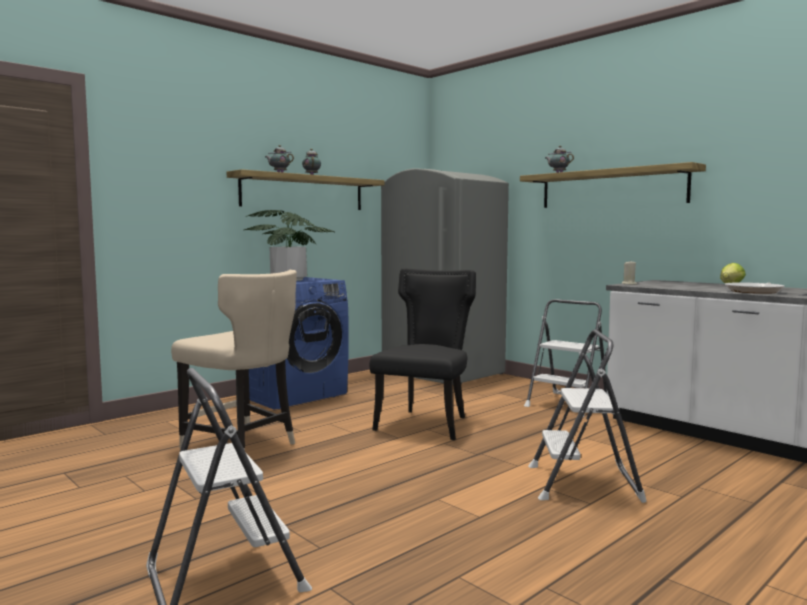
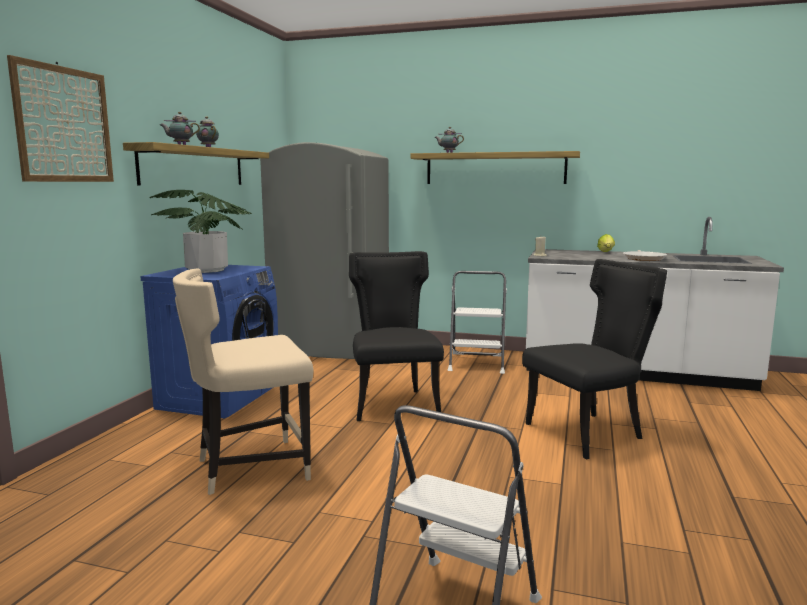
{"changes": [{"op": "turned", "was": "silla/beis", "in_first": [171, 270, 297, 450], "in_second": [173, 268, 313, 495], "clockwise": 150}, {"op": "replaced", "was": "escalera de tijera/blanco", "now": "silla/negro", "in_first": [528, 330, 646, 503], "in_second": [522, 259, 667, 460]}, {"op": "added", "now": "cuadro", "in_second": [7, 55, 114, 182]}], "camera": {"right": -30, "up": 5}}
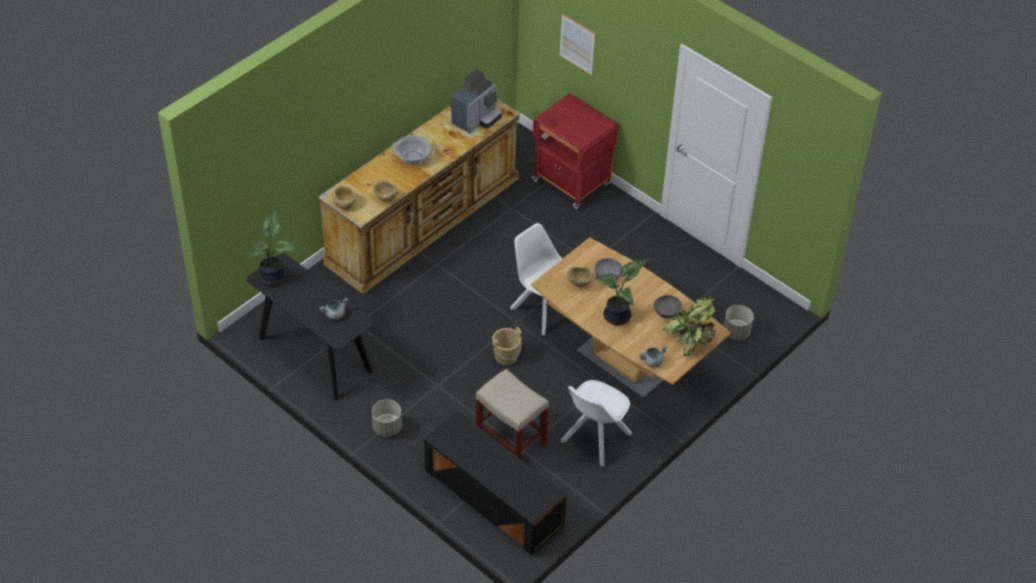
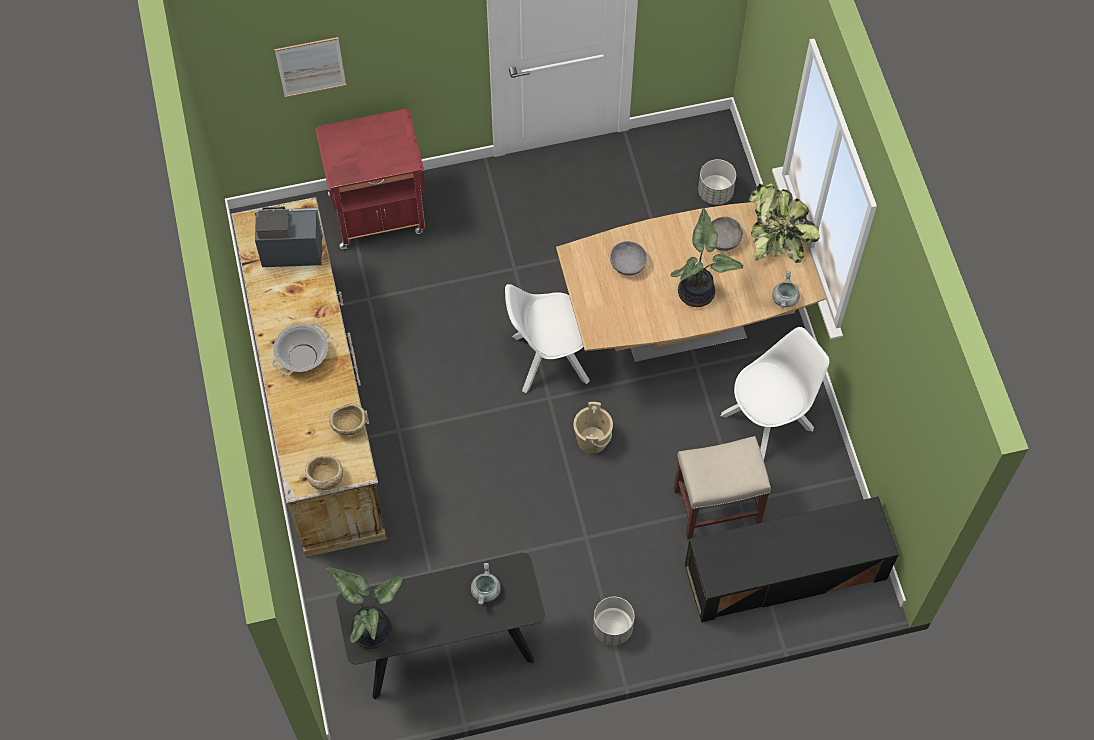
{"changes": [{"op": "turned", "was": "cafetera", "in_first": [451, 69, 502, 134], "in_second": [255, 206, 323, 267], "clockwise": -75}, {"op": "turned", "was": "silla/blanco", "in_first": [561, 380, 632, 466], "in_second": [721, 327, 829, 460], "clockwise": -105}, {"op": "removed", "was": "cuenco/beis", "in_first": [567, 266, 593, 287]}], "camera": {"right": -55, "up": 15}}
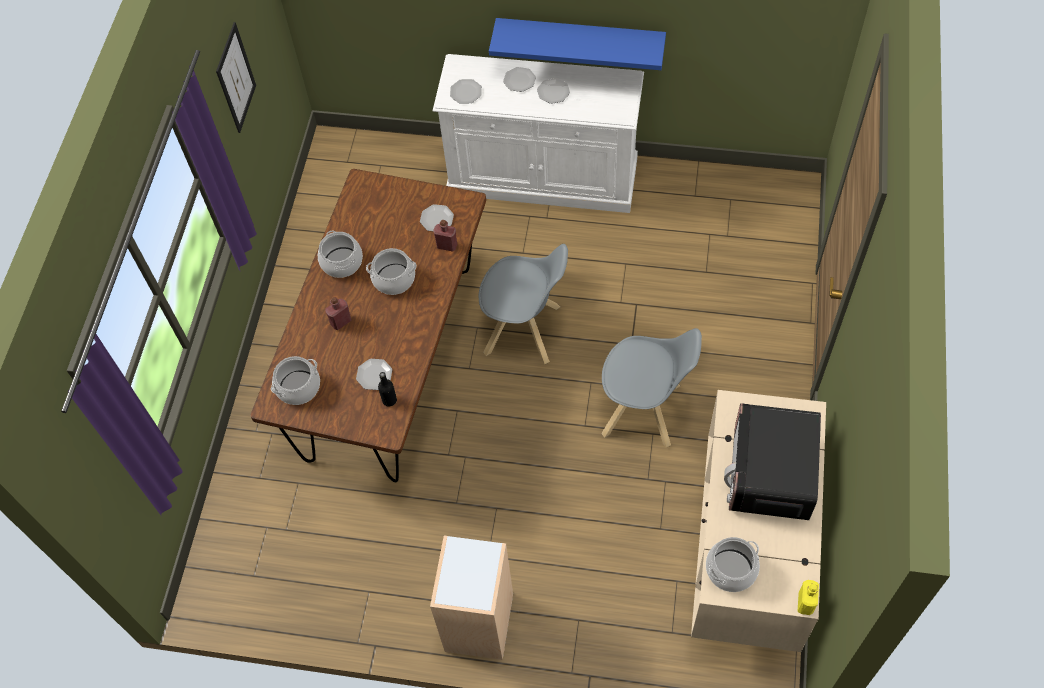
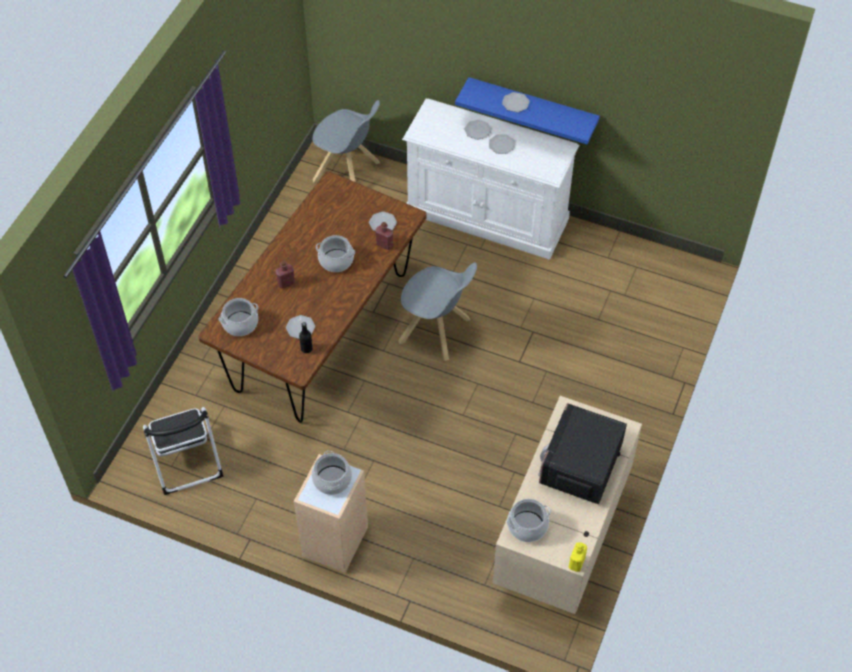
{"changes": [{"op": "removed", "was": "cuadro", "in_first": [216, 22, 256, 133]}, {"op": "moved", "was": "olla", "in_first": [318, 231, 363, 278], "in_second": [312, 451, 352, 495]}, {"op": "moved", "was": "plato", "in_first": [450, 79, 482, 104], "in_second": [502, 92, 530, 112]}, {"op": "moved", "was": "silla/gris", "in_first": [601, 328, 702, 448], "in_second": [312, 100, 380, 183]}, {"op": "added", "now": "escalera de tijera", "in_second": [143, 407, 223, 495]}], "camera": {"right": 10, "up": -5}}
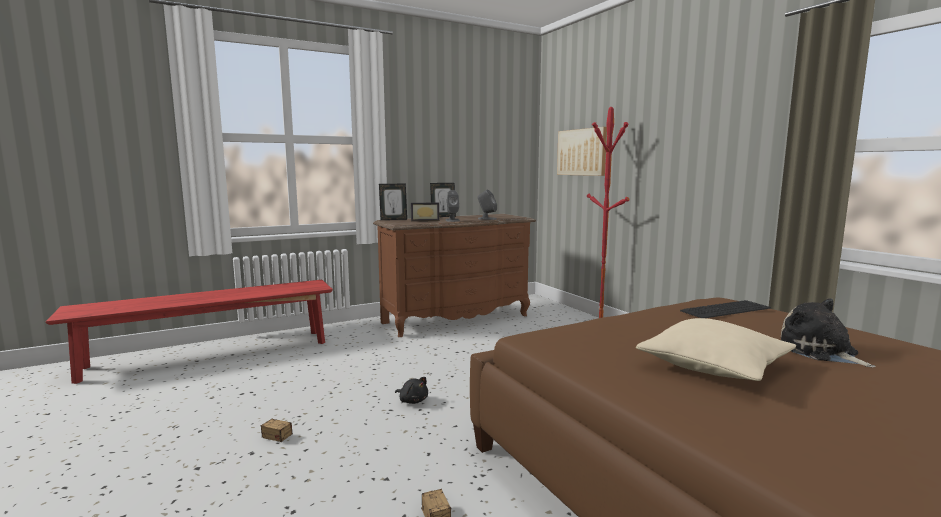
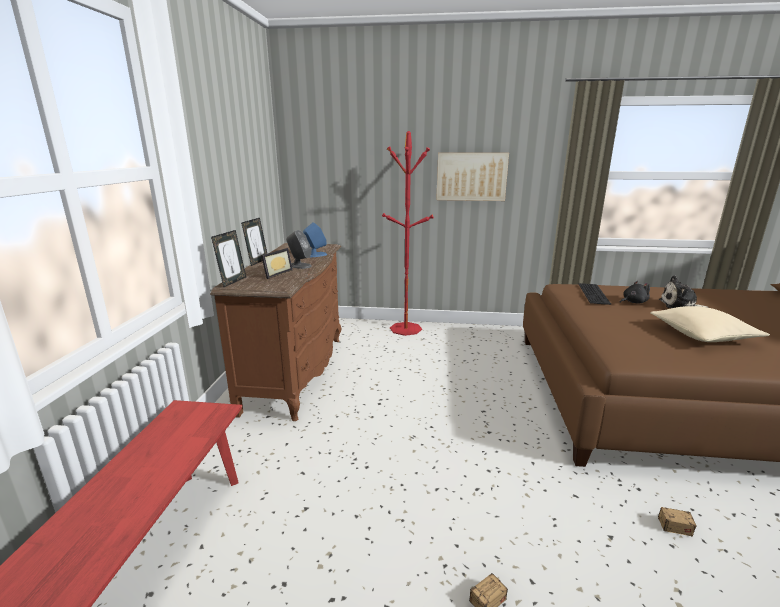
{"changes": [{"op": "moved", "was": "peluche/negro", "in_first": [395, 377, 428, 404], "in_second": [620, 281, 650, 303]}, {"op": "recoloured", "was": "altavoz/gris", "now": "altavoz/azul", "in_first": [478, 190, 497, 220], "in_second": [303, 222, 327, 257]}, {"op": "moved", "was": "cuadro", "in_first": [557, 127, 607, 176], "in_second": [436, 153, 509, 201]}], "camera": {"right": -55, "up": 10}}
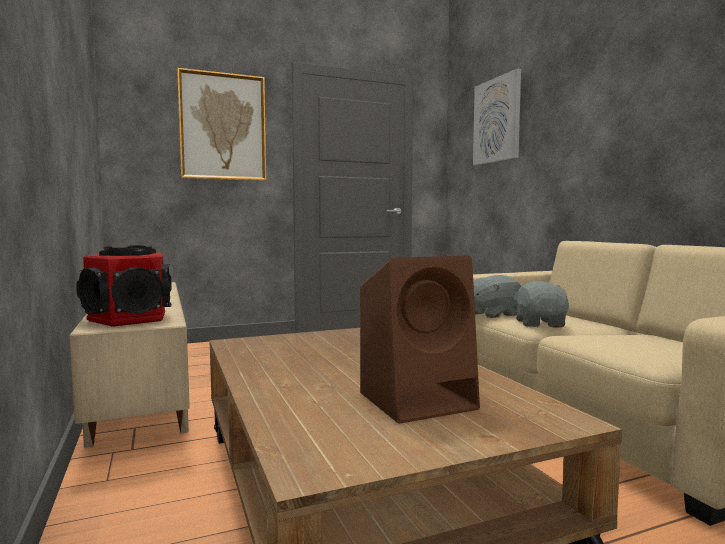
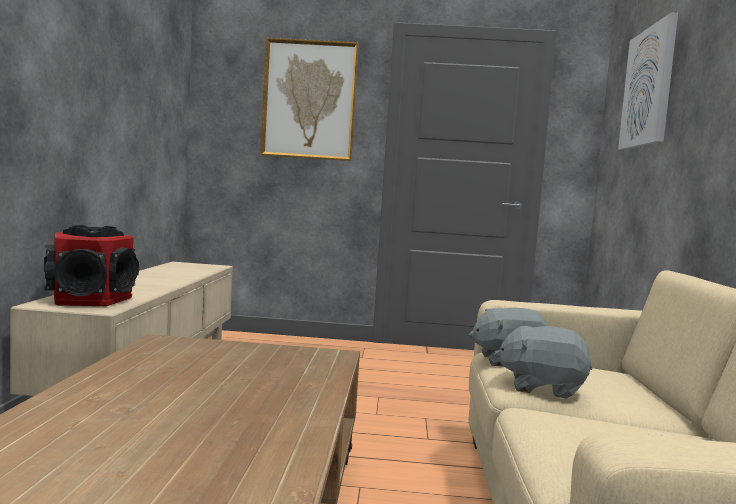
{"changes": [{"op": "removed", "was": "altavoz/marrón", "in_first": [360, 255, 480, 424]}, {"op": "turned", "was": "peluche/gris", "in_first": [512, 281, 569, 328], "in_second": [494, 326, 592, 399], "clockwise": -105}], "camera": {"right": 25, "up": 0}}
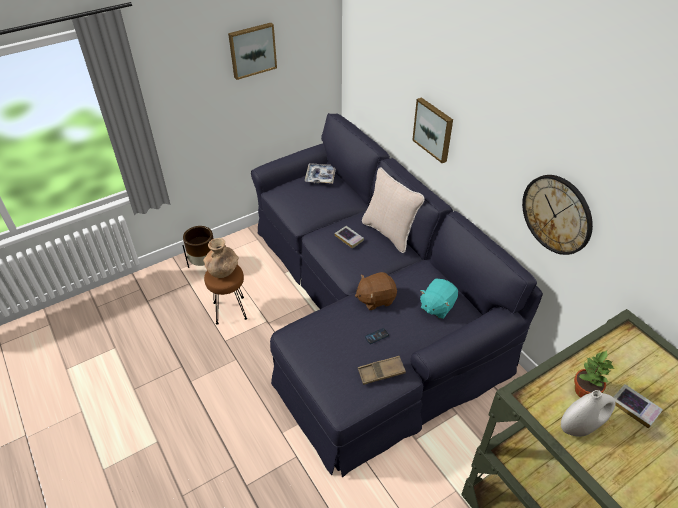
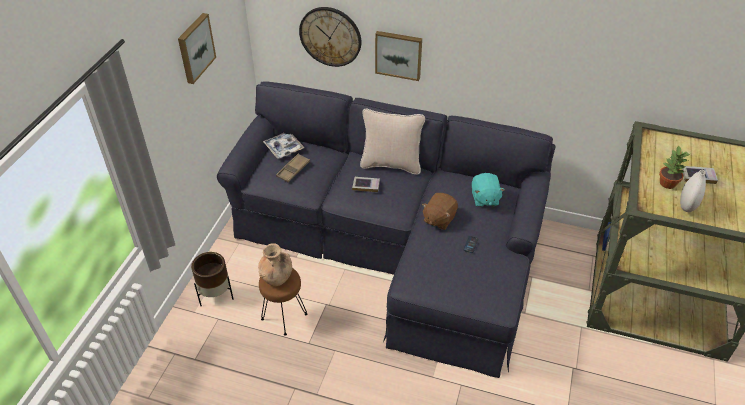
{"changes": [{"op": "moved", "was": "bandeja/marrón", "in_first": [358, 356, 406, 385], "in_second": [276, 154, 310, 182]}, {"op": "moved", "was": "reloj de pared", "in_first": [522, 175, 593, 255], "in_second": [299, 7, 361, 67]}], "camera": {"right": -40, "up": 0}}
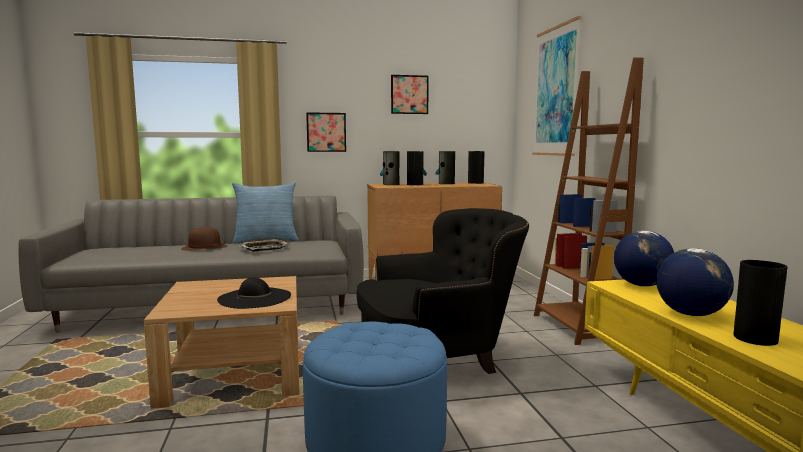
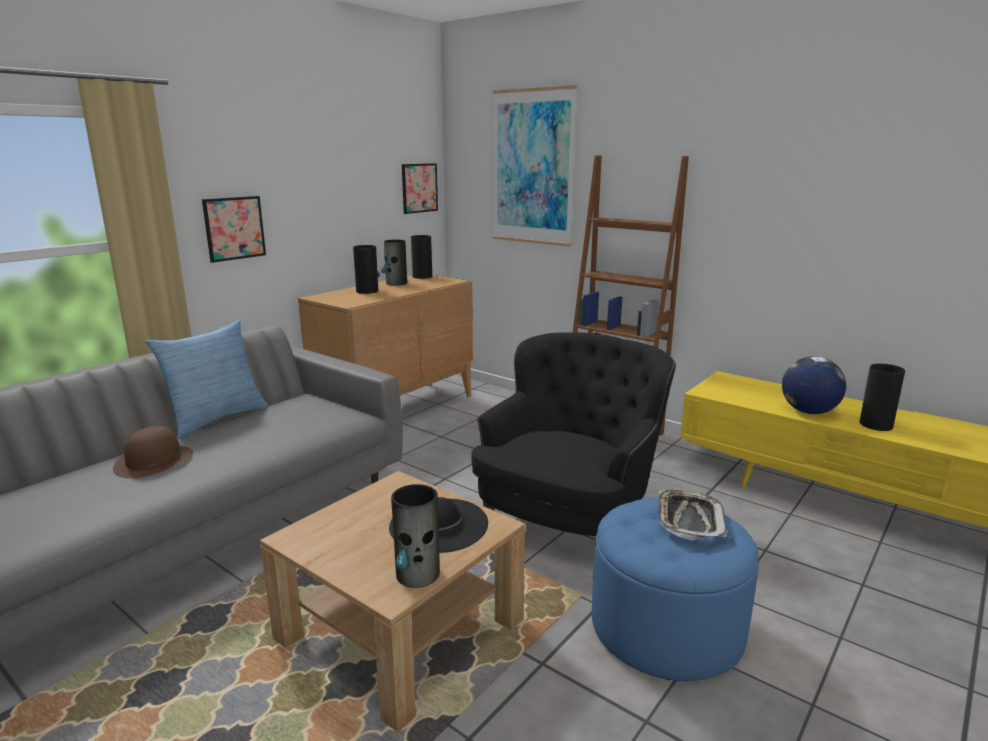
{"changes": [{"op": "moved", "was": "bandeja", "in_first": [238, 239, 289, 252], "in_second": [659, 490, 728, 541]}, {"op": "moved", "was": "florero", "in_first": [380, 151, 399, 185], "in_second": [391, 484, 440, 588]}, {"op": "moved", "was": "cuadro", "in_first": [391, 75, 429, 114], "in_second": [402, 163, 438, 214]}, {"op": "removed", "was": "globo terráqueo", "in_first": [614, 231, 674, 287]}], "camera": {"right": -40, "up": 10}}
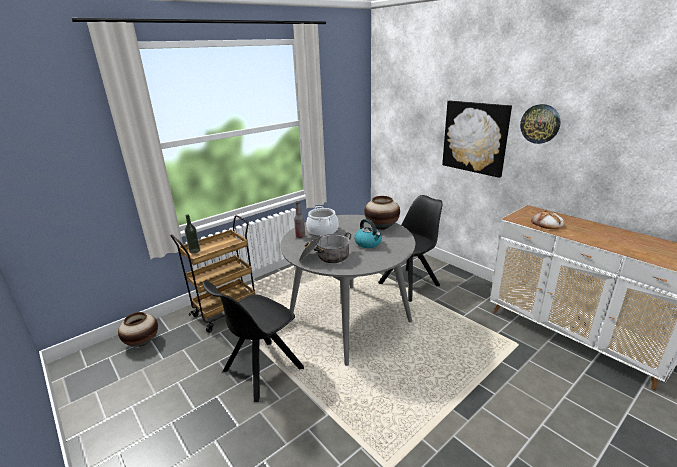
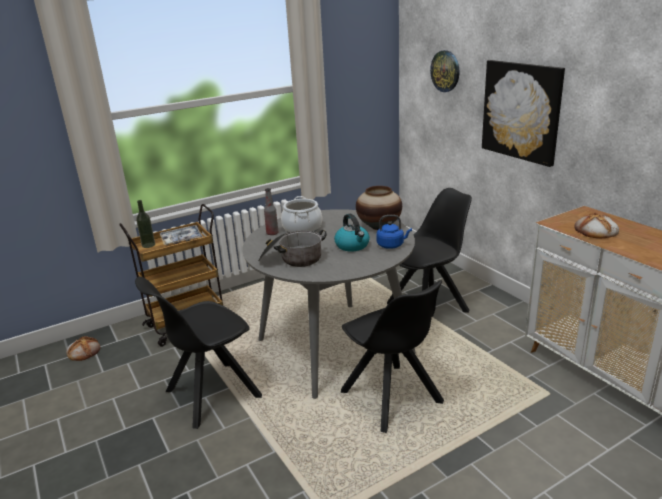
{"changes": [{"op": "replaced", "was": "florero", "now": "pan", "in_first": [118, 312, 158, 347], "in_second": [66, 336, 100, 361]}, {"op": "moved", "was": "reloj de pared", "in_first": [520, 104, 560, 144], "in_second": [430, 50, 459, 92]}, {"op": "added", "now": "bandeja", "in_second": [160, 225, 203, 245]}, {"op": "added", "now": "silla/negro", "in_second": [341, 280, 444, 433]}, {"op": "added", "now": "hervidor/azul", "in_second": [376, 215, 412, 249]}], "camera": {"right": 10, "up": 0}}
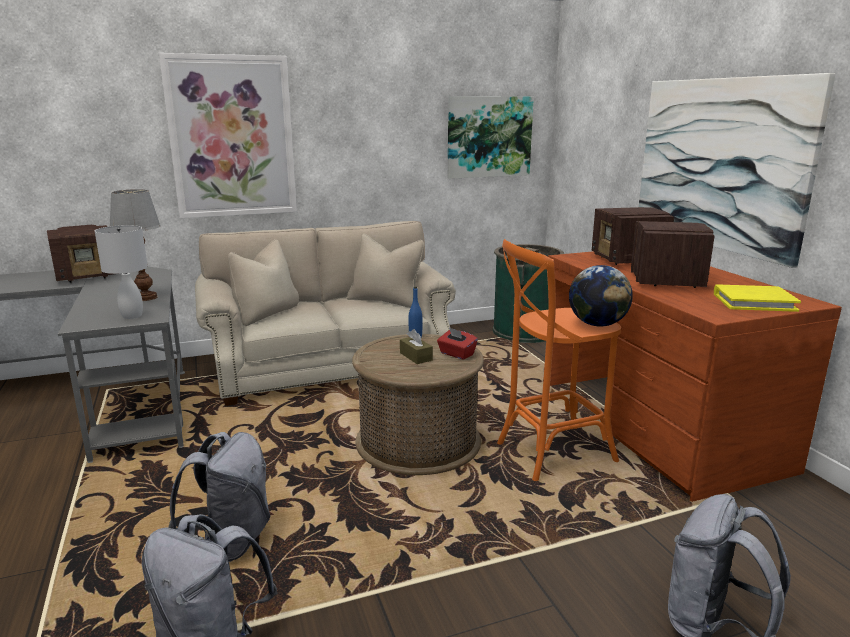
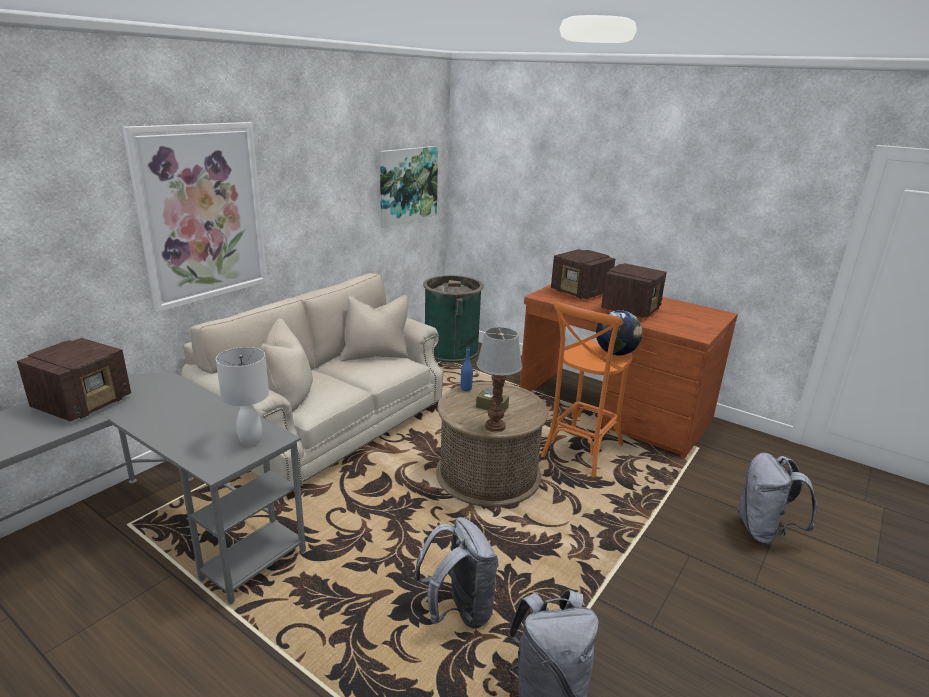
{"changes": [{"op": "moved", "was": "lámpara de mesa", "in_first": [110, 189, 161, 301], "in_second": [476, 327, 522, 432]}, {"op": "removed", "was": "caja de pañuelos/rojo", "in_first": [437, 327, 478, 360]}, {"op": "turned", "was": "radio", "in_first": [631, 221, 715, 288], "in_second": [601, 263, 667, 318], "clockwise": 60}, {"op": "removed", "was": "cuadro", "in_first": [639, 73, 836, 268]}, {"op": "removed", "was": "libro/amarillo", "in_first": [714, 284, 801, 312]}], "camera": {"right": -35, "up": 5}}
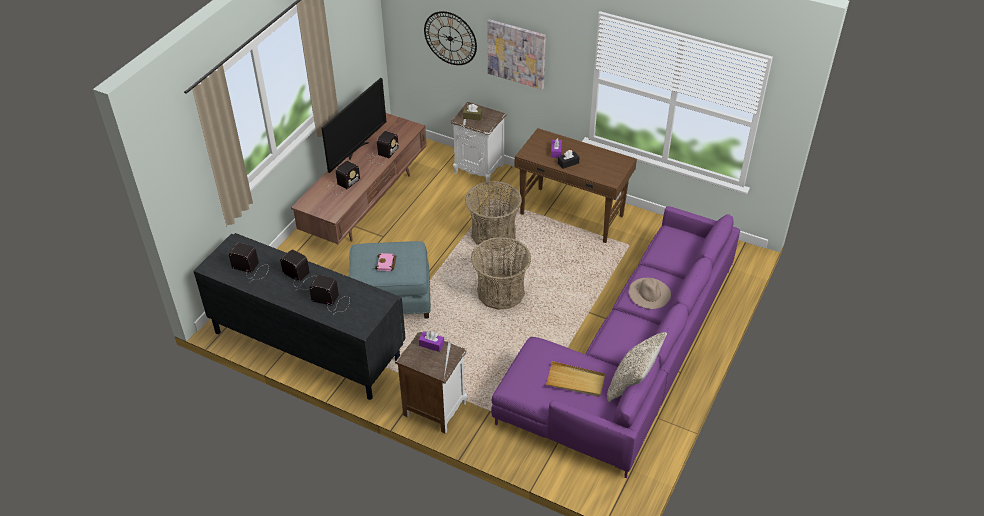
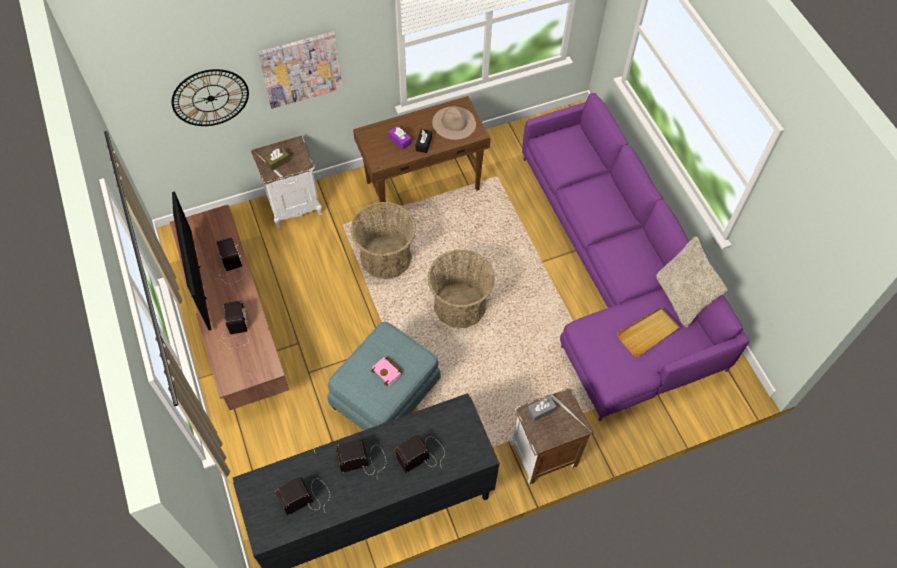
{"changes": [{"op": "recoloured", "was": "caja de pañuelos/morado", "now": "caja de pañuelos/gris", "in_first": [419, 331, 444, 352], "in_second": [527, 396, 557, 421]}, {"op": "moved", "was": "sombrero/beis", "in_first": [629, 278, 671, 309], "in_second": [432, 107, 476, 140]}], "camera": {"right": -50, "up": 15}}
